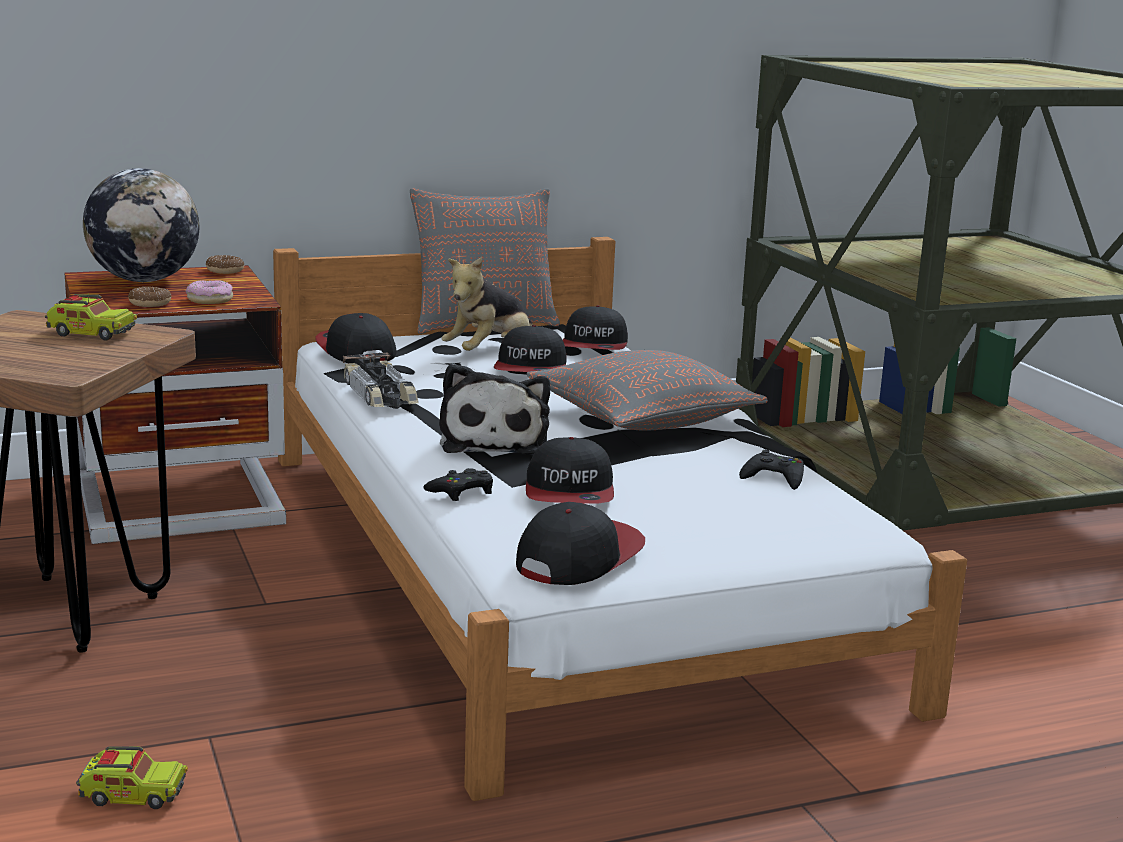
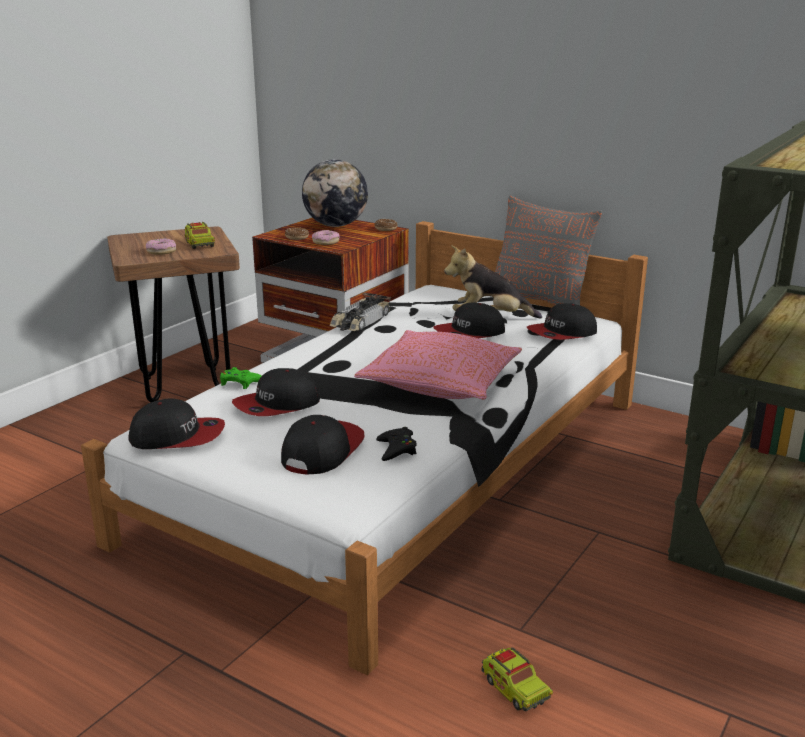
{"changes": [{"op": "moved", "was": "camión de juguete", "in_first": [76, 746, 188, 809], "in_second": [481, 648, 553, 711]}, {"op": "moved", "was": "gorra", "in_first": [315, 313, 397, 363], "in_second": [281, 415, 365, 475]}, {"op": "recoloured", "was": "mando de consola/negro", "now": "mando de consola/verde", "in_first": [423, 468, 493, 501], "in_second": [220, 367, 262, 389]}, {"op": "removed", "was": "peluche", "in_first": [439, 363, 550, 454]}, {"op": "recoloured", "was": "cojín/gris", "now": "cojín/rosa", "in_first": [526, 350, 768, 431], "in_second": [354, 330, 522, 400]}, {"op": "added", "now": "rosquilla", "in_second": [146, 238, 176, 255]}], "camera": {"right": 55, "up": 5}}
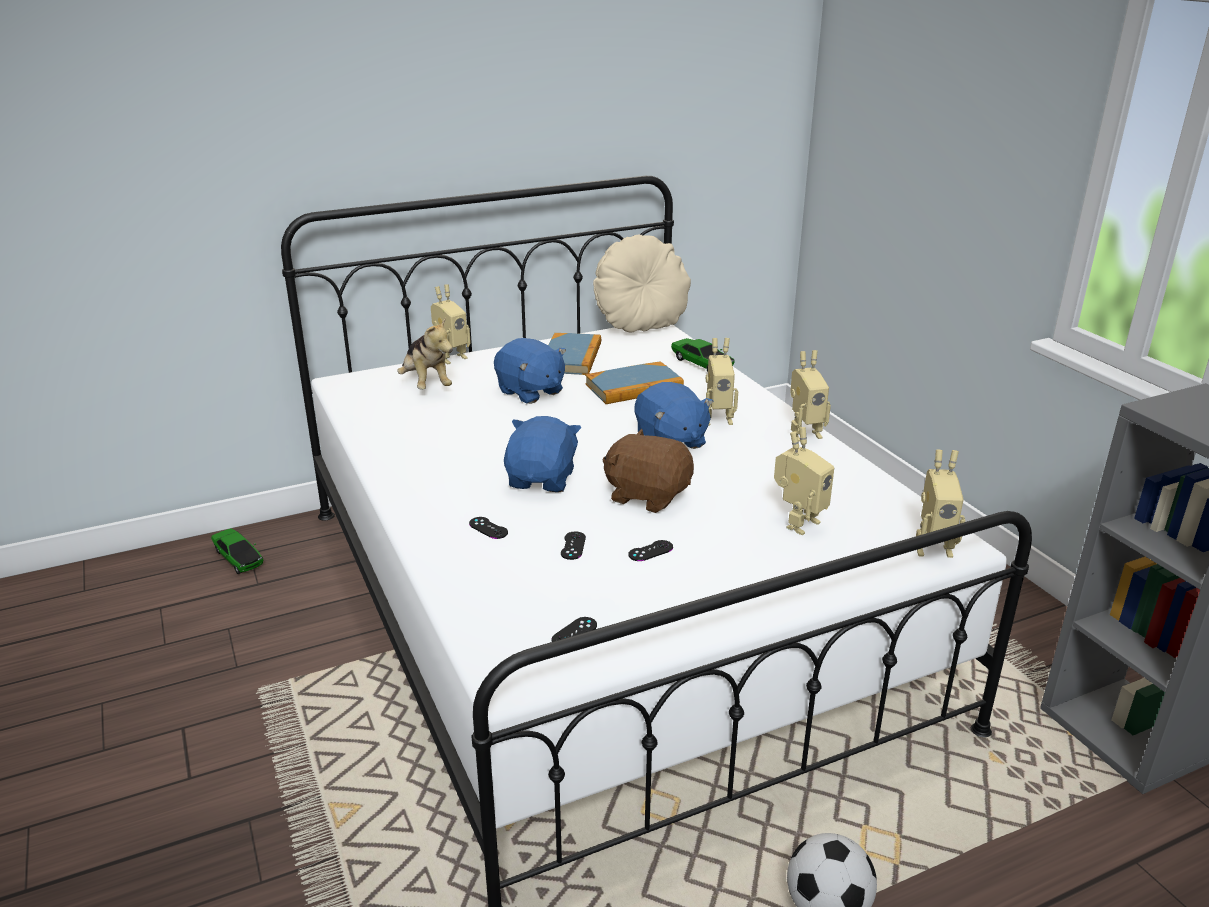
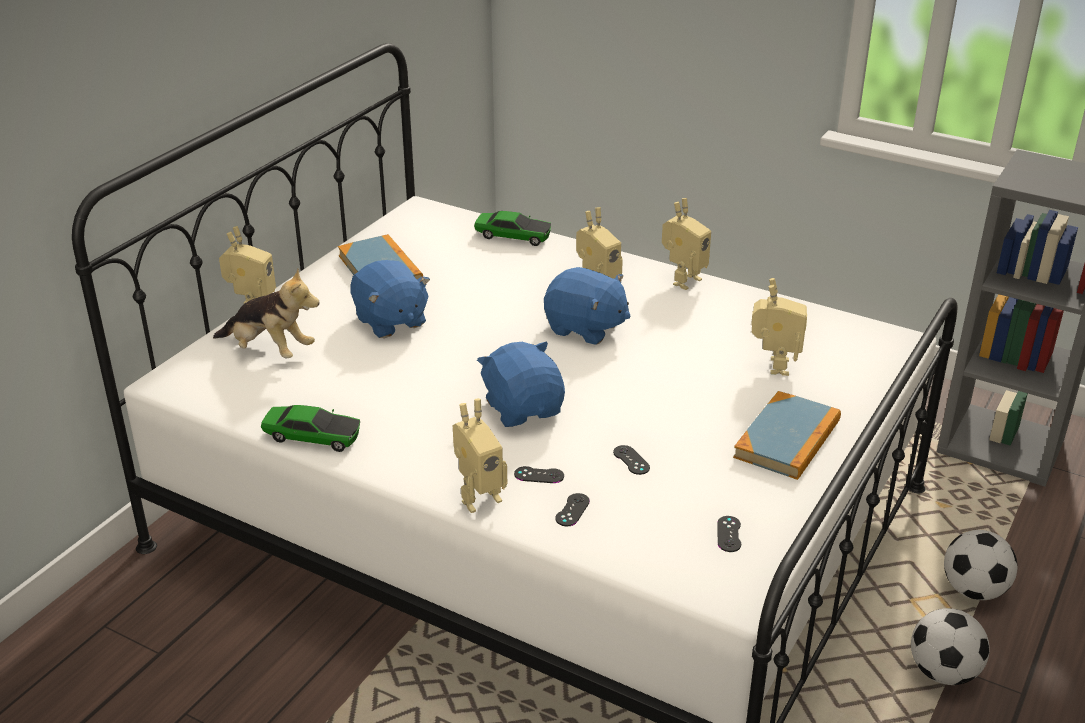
{"changes": [{"op": "moved", "was": "coche de juguete", "in_first": [211, 528, 263, 574], "in_second": [261, 405, 360, 452]}, {"op": "turned", "was": "peluche/azul", "in_first": [494, 338, 566, 404], "in_second": [350, 260, 430, 338], "clockwise": 45}, {"op": "moved", "was": "libro", "in_first": [585, 361, 684, 404], "in_second": [733, 391, 841, 480]}, {"op": "removed", "was": "cojín/beis", "in_first": [593, 235, 691, 333]}, {"op": "removed", "was": "peluche/marrón", "in_first": [603, 429, 694, 513]}, {"op": "moved", "was": "mando de consola/negro", "in_first": [628, 540, 673, 561], "in_second": [555, 493, 590, 526]}, {"op": "moved", "was": "robot de juguete", "in_first": [916, 450, 965, 558], "in_second": [453, 399, 507, 513]}, {"op": "added", "now": "balón de fútbol", "in_second": [944, 530, 1018, 600]}], "camera": {"right": -35, "up": 5}}
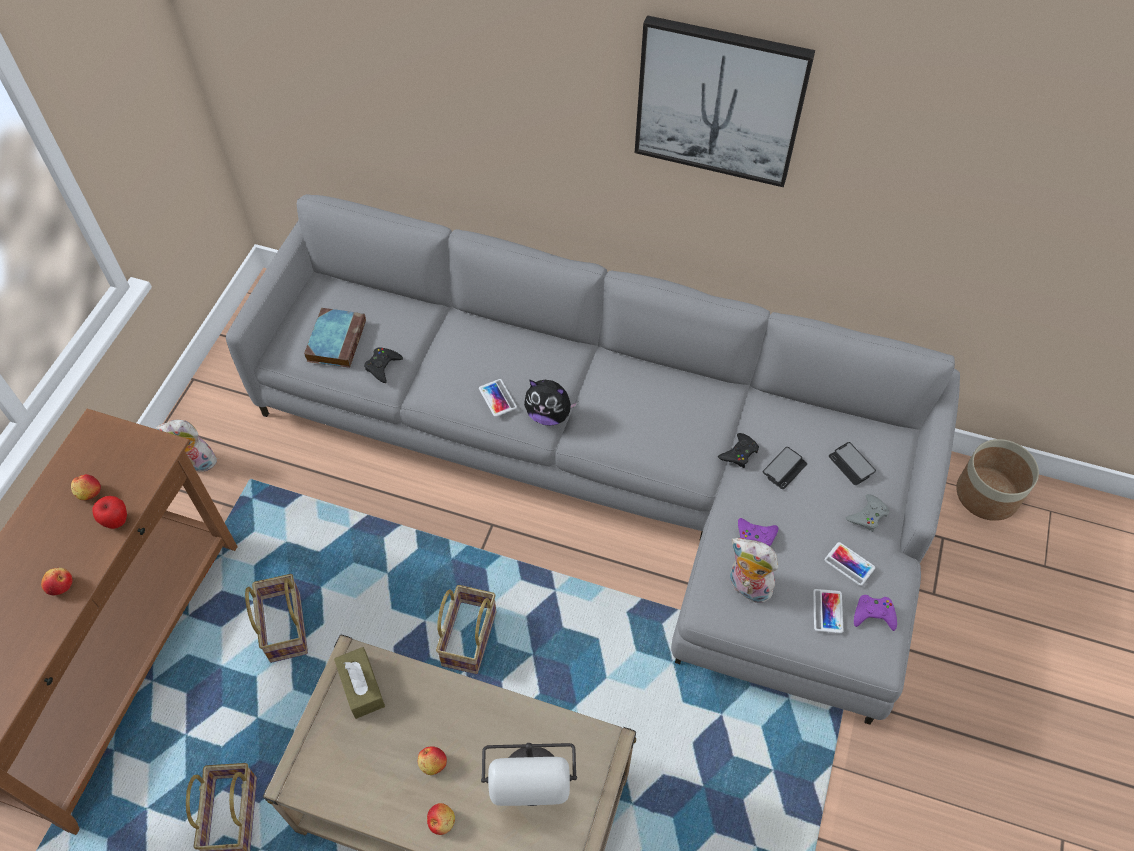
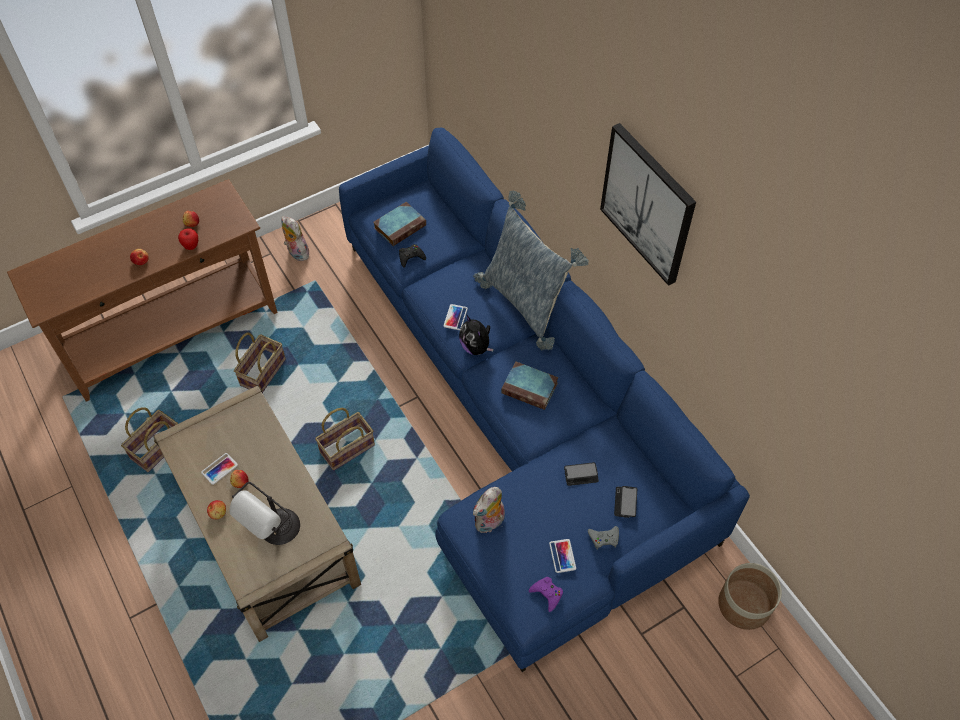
{"changes": [{"op": "recoloured", "was": "sofá/gris", "now": "sofá/azul", "in_first": [226, 194, 960, 725], "in_second": [339, 128, 750, 672]}, {"op": "removed", "was": "caja de pañuelos/marrón", "in_first": [334, 647, 385, 719]}, {"op": "removed", "was": "mando de consola/negro", "in_first": [718, 433, 759, 468]}, {"op": "turned", "was": "peluche", "in_first": [730, 538, 778, 603], "in_second": [473, 487, 505, 533], "clockwise": -120}, {"op": "removed", "was": "mando de consola/morado", "in_first": [738, 518, 778, 546]}, {"op": "moved", "was": "móvil", "in_first": [813, 589, 843, 633], "in_second": [201, 453, 238, 485]}, {"op": "added", "now": "cojín", "in_second": [474, 191, 589, 351]}, {"op": "added", "now": "libro", "in_second": [501, 362, 558, 410]}], "camera": {"right": 40, "up": 0}}
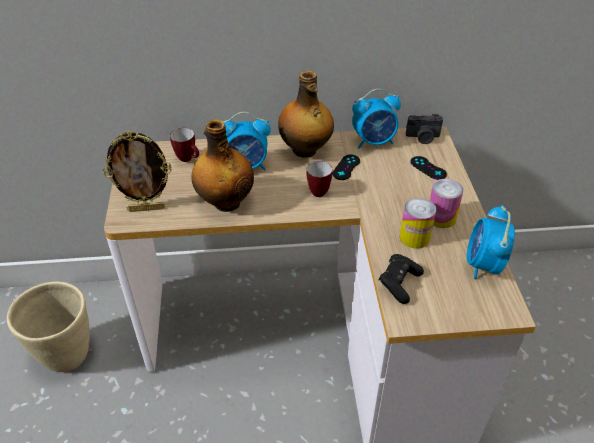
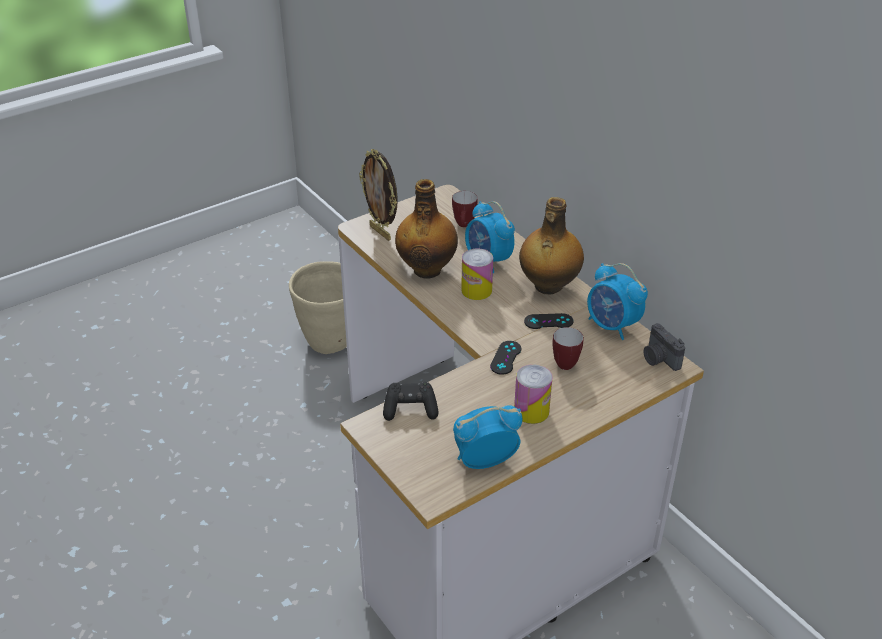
{"changes": [{"op": "moved", "was": "taza grande", "in_first": [306, 161, 332, 197], "in_second": [552, 327, 584, 370]}, {"op": "moved", "was": "lata", "in_first": [400, 197, 436, 249], "in_second": [461, 248, 493, 300]}, {"op": "moved", "was": "mando de consola/negro", "in_first": [410, 156, 447, 180], "in_second": [490, 341, 521, 375]}], "camera": {"right": 60, "up": -5}}
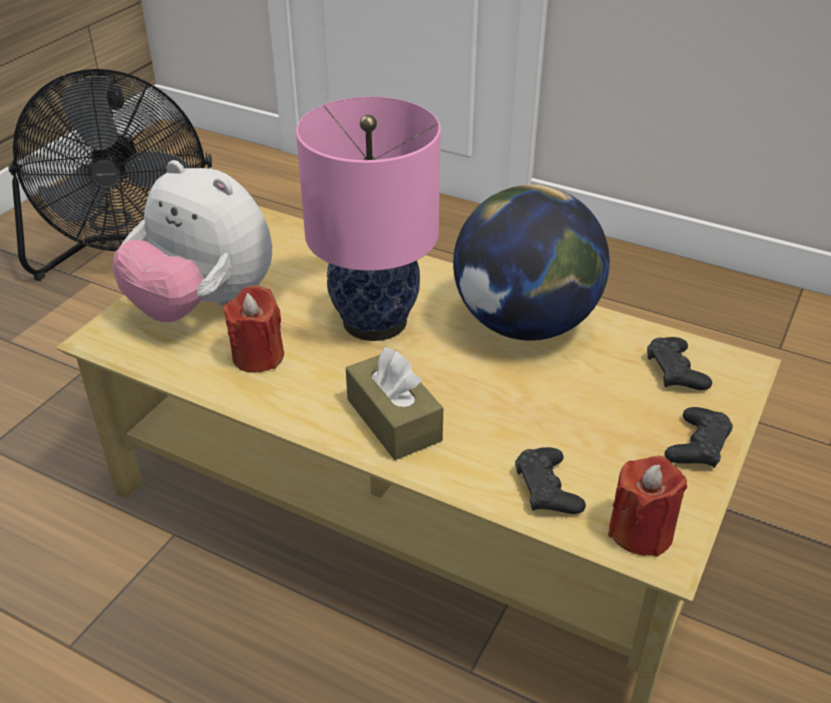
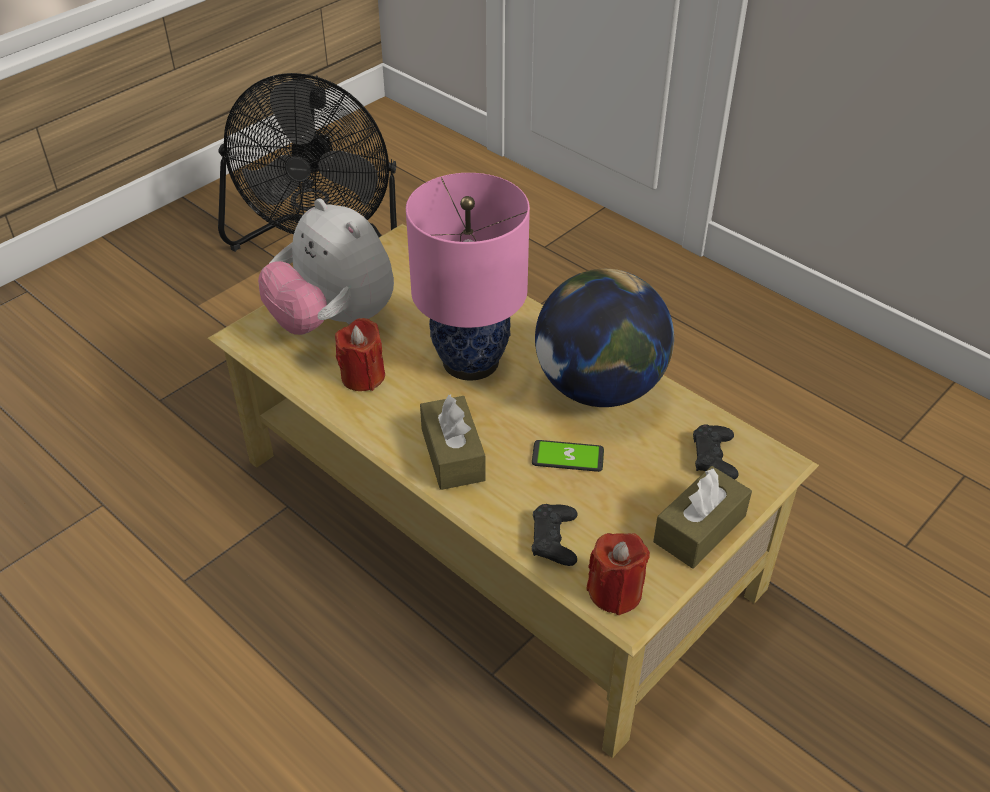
{"changes": [{"op": "replaced", "was": "mando de consola/negro", "now": "caja de pañuelos/marrón", "in_first": [665, 407, 733, 468], "in_second": [653, 466, 752, 568]}, {"op": "added", "now": "móvil", "in_second": [532, 440, 604, 472]}], "camera": {"right": 15, "up": 5}}
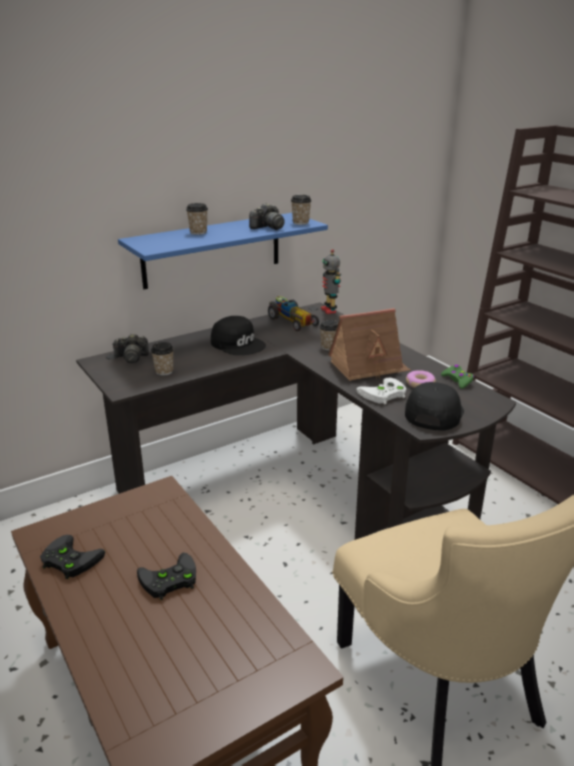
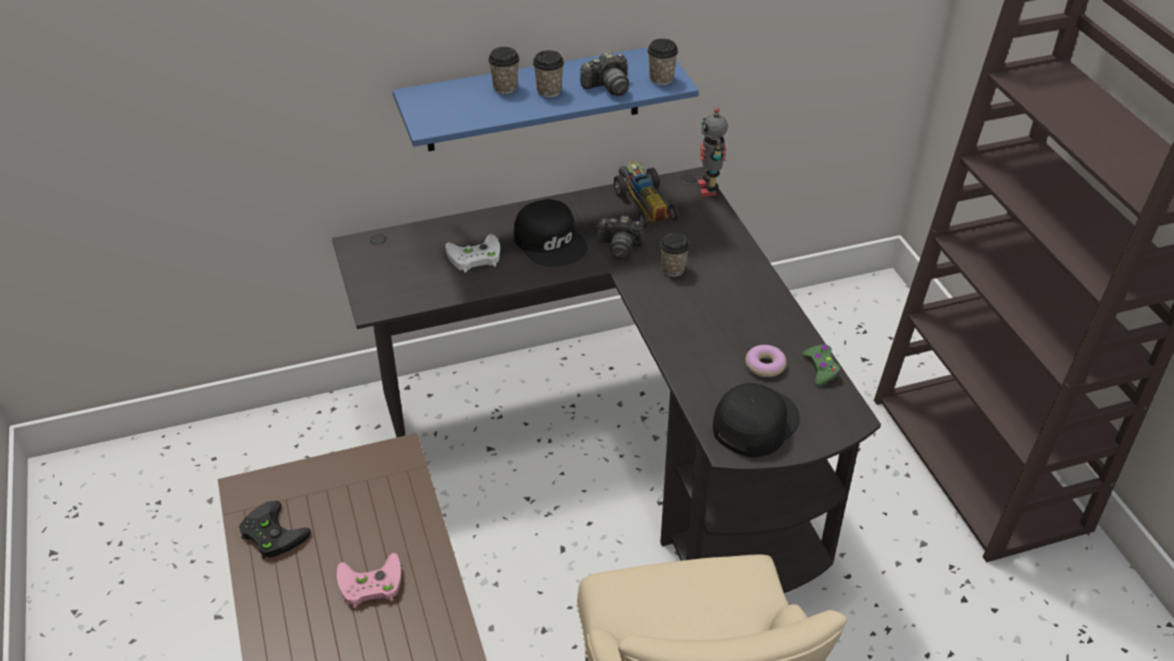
{"changes": [{"op": "moved", "was": "cámara", "in_first": [112, 333, 149, 363], "in_second": [596, 216, 644, 259]}, {"op": "recoloured", "was": "mando de consola/negro", "now": "mando de consola/rosa", "in_first": [137, 553, 196, 600], "in_second": [337, 553, 401, 608]}, {"op": "moved", "was": "taza", "in_first": [151, 342, 174, 376], "in_second": [533, 50, 564, 98]}, {"op": "removed", "was": "casita", "in_first": [328, 308, 410, 381]}, {"op": "moved", "was": "mando de consola/blanco", "in_first": [357, 378, 406, 405], "in_second": [445, 234, 500, 273]}], "camera": {"right": 15, "up": 15}}
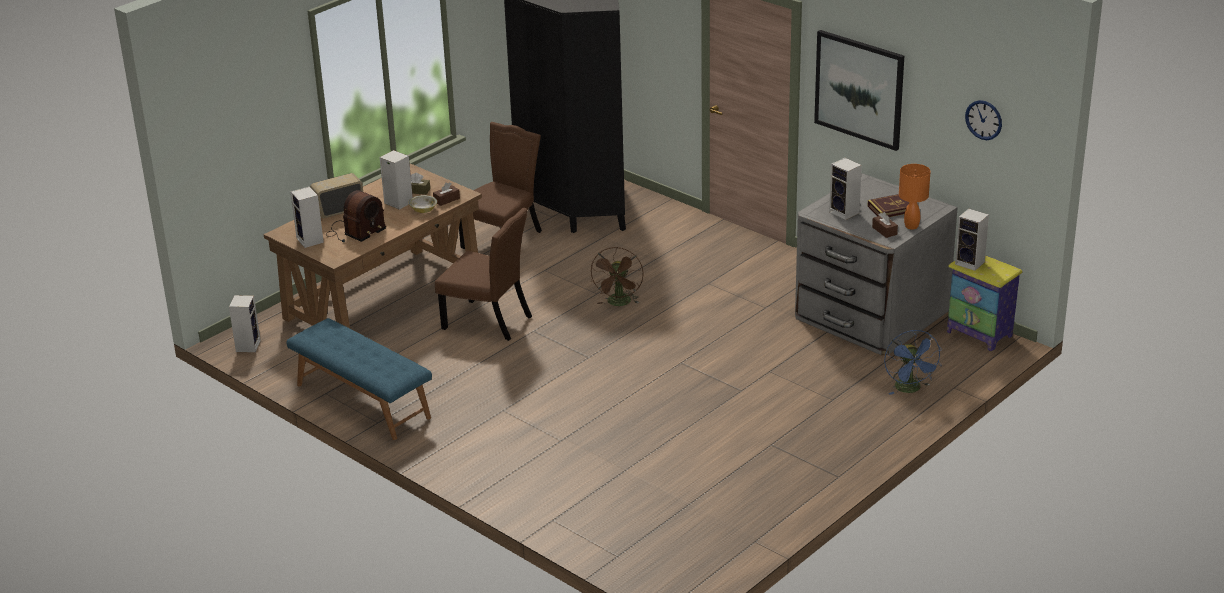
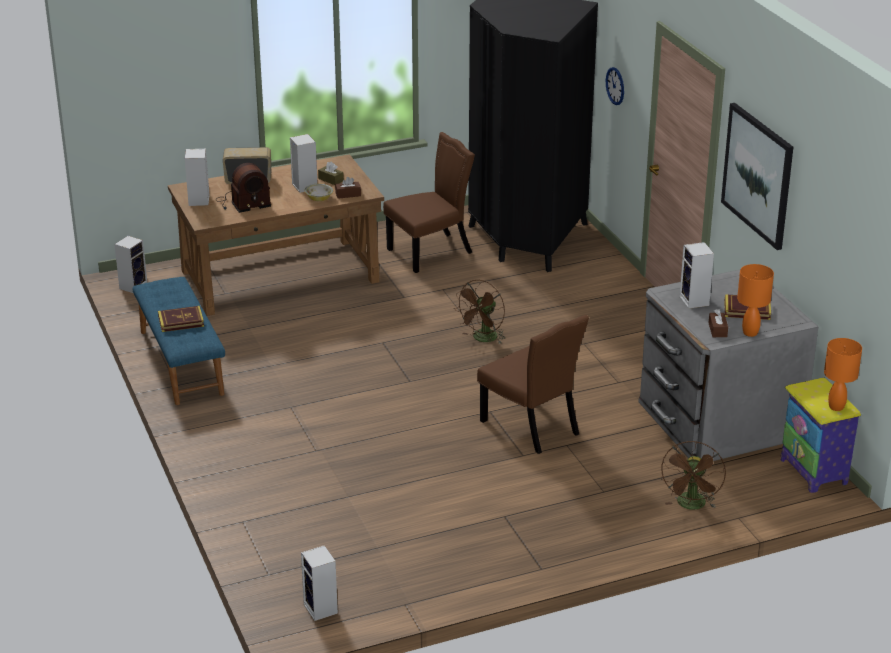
{"changes": [{"op": "moved", "was": "silla/marrón", "in_first": [435, 208, 532, 341], "in_second": [477, 315, 589, 454]}, {"op": "recoloured", "was": "ventilador/azul", "now": "ventilador/marrón", "in_first": [884, 330, 942, 395], "in_second": [661, 441, 726, 510]}, {"op": "moved", "was": "altavoz", "in_first": [955, 209, 989, 271], "in_second": [301, 545, 338, 621]}, {"op": "moved", "was": "reloj de pared", "in_first": [965, 100, 1002, 140], "in_second": [606, 67, 624, 105]}, {"op": "added", "now": "libro", "in_second": [158, 306, 204, 332]}, {"op": "added", "now": "lámpara de mesa/naranja", "in_second": [824, 338, 862, 411]}], "camera": {"right": 25, "up": 0}}
